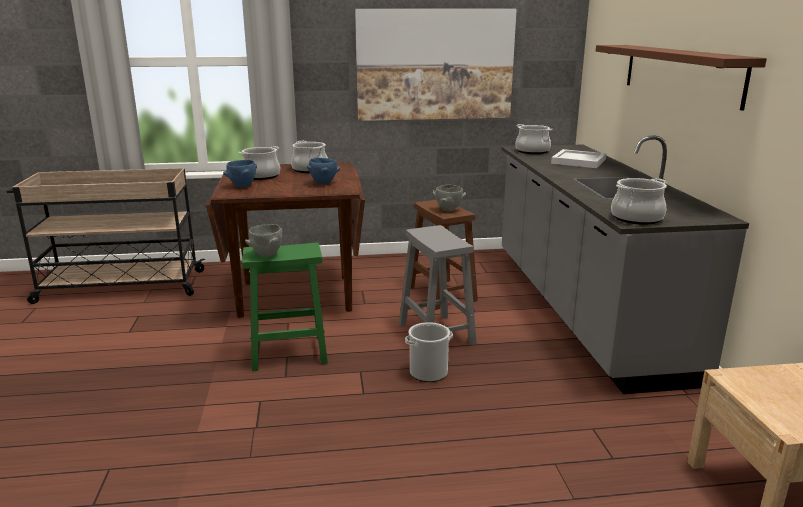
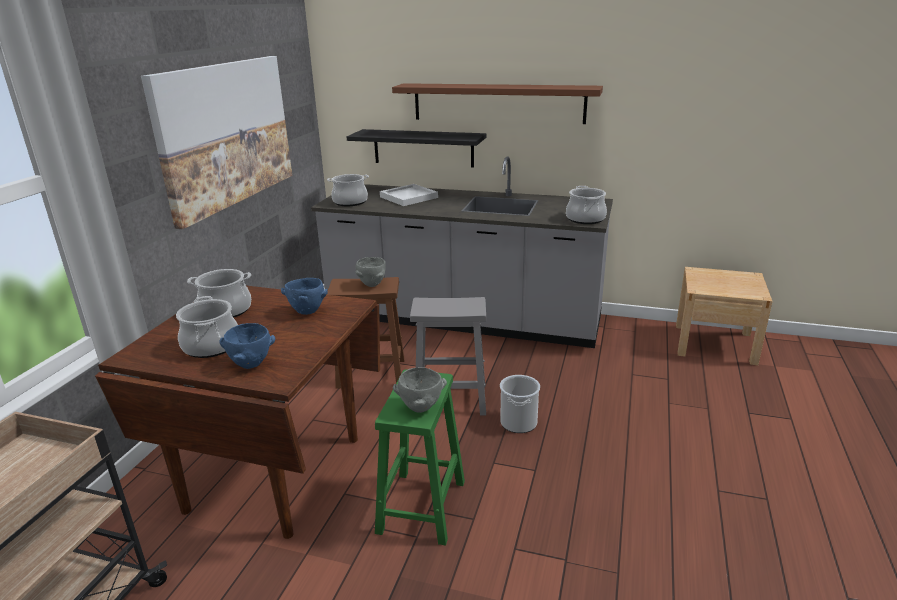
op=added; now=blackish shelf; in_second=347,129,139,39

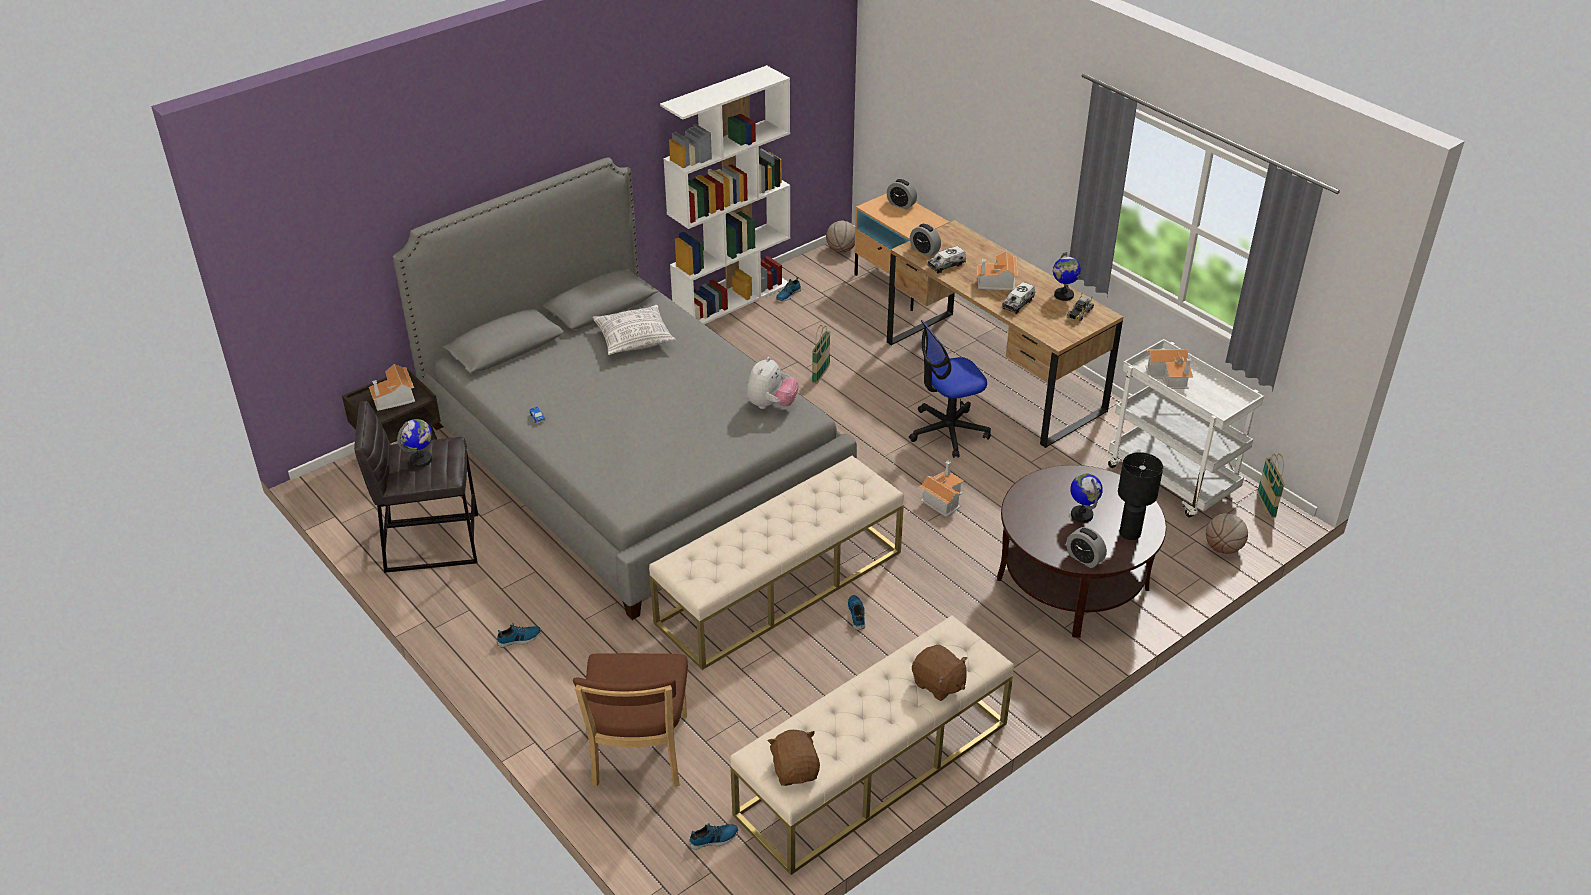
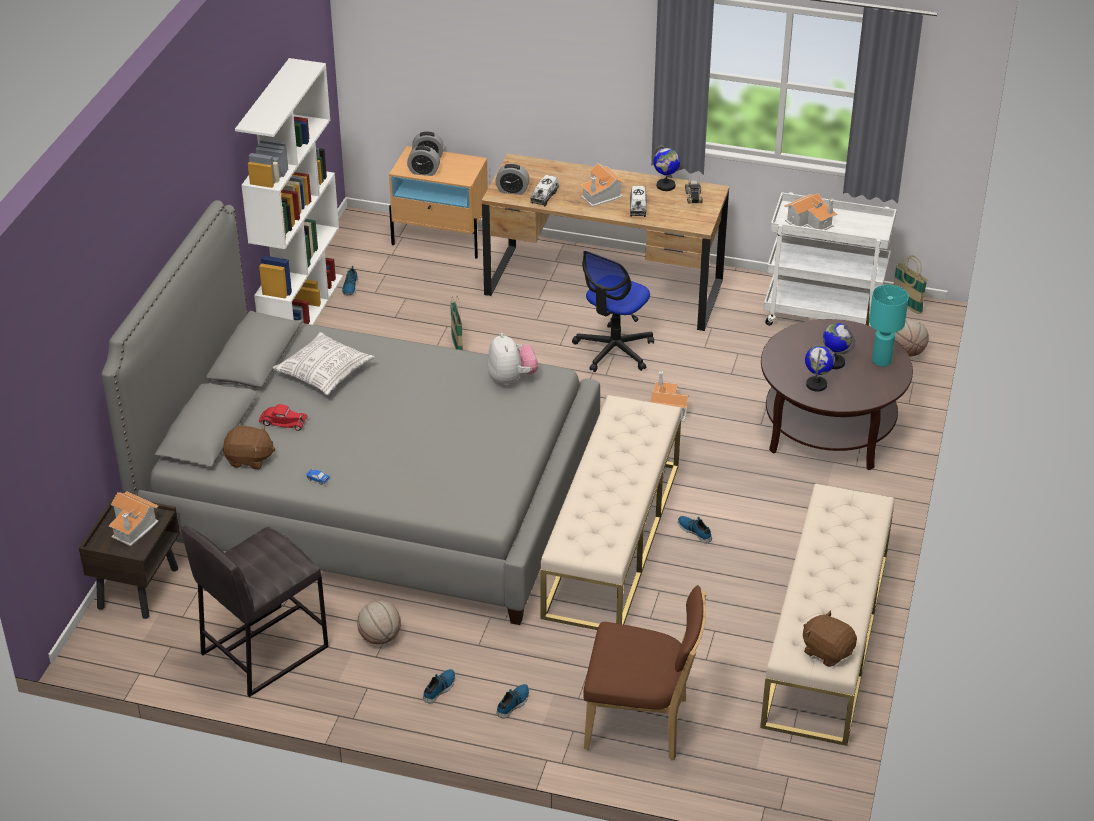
op=moved; was=ball for basketball; in_first=826,221,29,32; in_second=357,600,44,45
op=moved; was=world globe; in_first=397,419,35,48; in_second=805,345,30,47
op=recoloured; was=blackish lamp for a table; now=turquoise-coloured lamp for a table; in_first=1118,452,45,88; in_second=869,285,40,82
op=moved; was=table clock; in_first=1066,527,41,41; in_second=407,146,33,30
op=moved; was=brown plush toy; in_first=912,645,55,56; in_second=223,425,53,44
op=turned; was=brown upright chair; in_first=573,653,115,134; in_second=583,585,123,175; clockwise=-45
op=moved; was=item of footwear; in_first=689,823,49,27; in_second=496,684,33,35
op=added; now=reddish model car; in_second=259,404,49,27

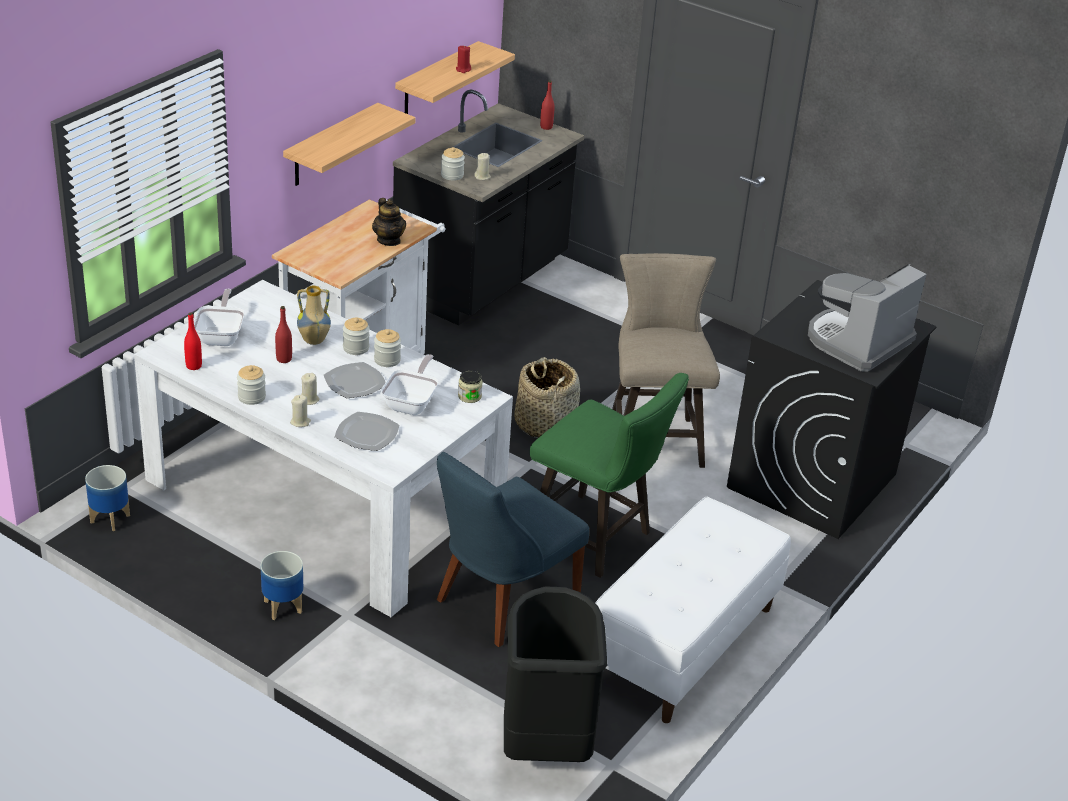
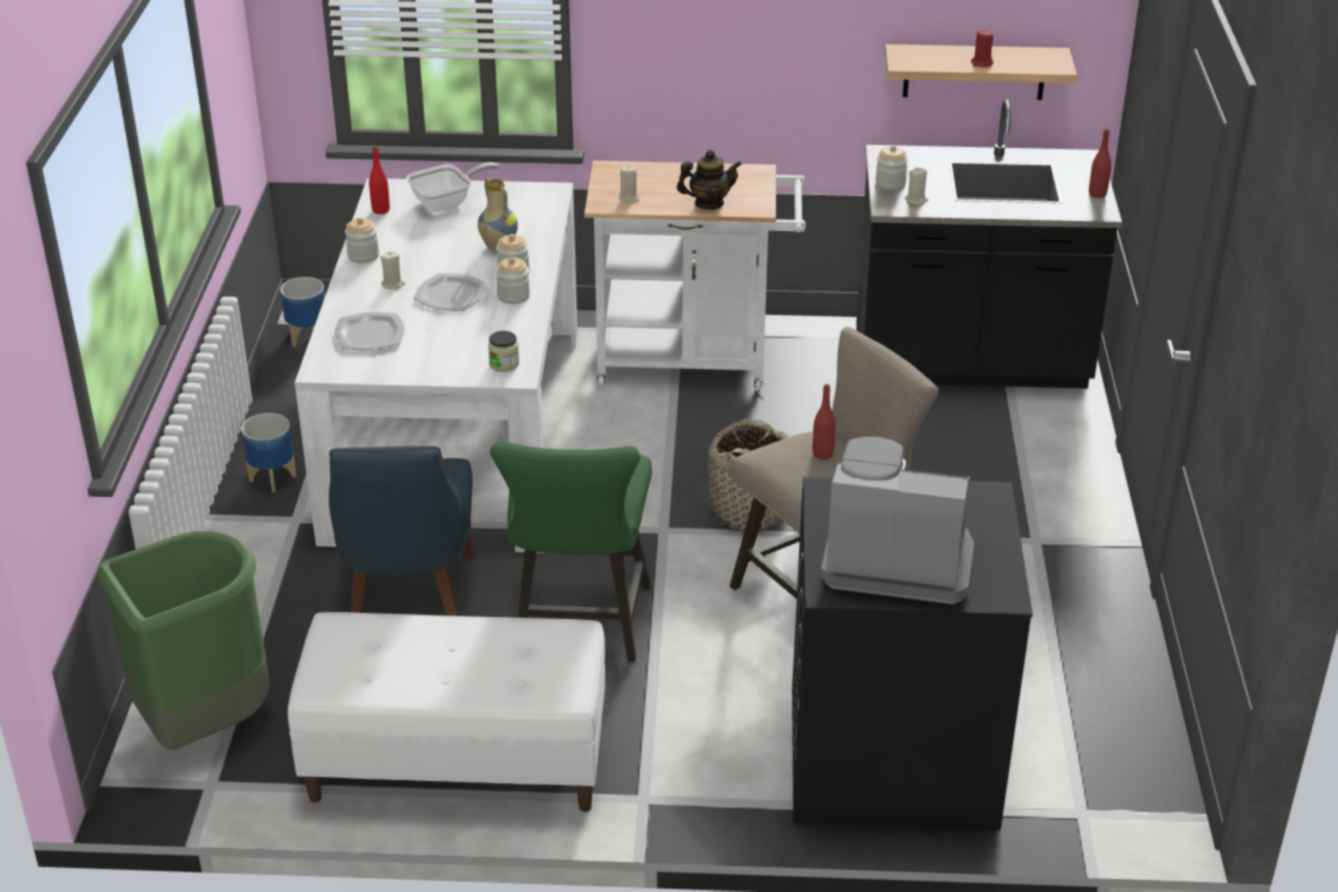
op=removed; was=shelf; in_first=283,103,133,83
op=turned; was=pot for tea; in_first=372,198,34,48; in_second=677,149,65,61; clockwise=-135
op=moved; was=reddish beverage bottle; in_first=275,306,17,57; in_second=813,384,23,75
op=removed; was=skillet; in_first=381,354,58,61
op=moved; was=beige-coloured candle; in_first=290,395,21,32; in_second=619,166,20,37
op=turned; was=blue-coloured upright chair; in_first=437,452,152,195; in_second=329,446,143,170; clockwise=-105
op=recoloured; was=blackish trash can; now=green-coloured trash can; in_first=504,586,103,176; in_second=97,531,173,219

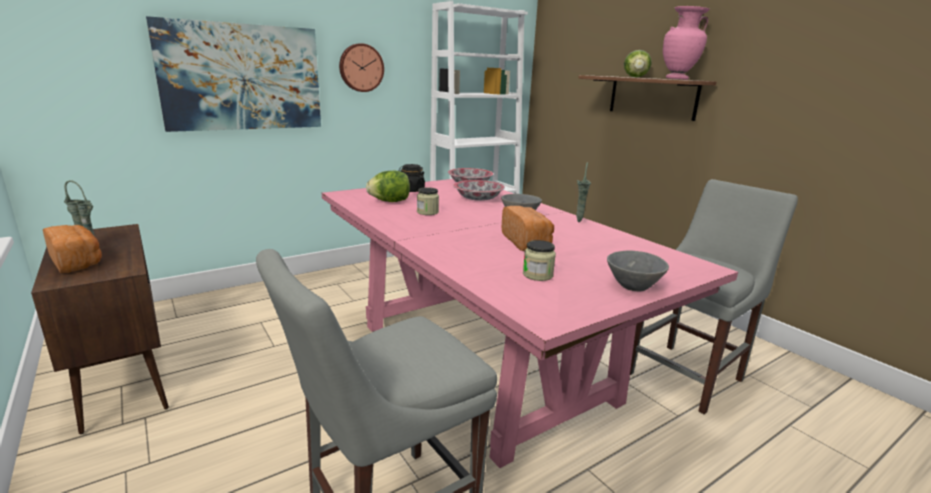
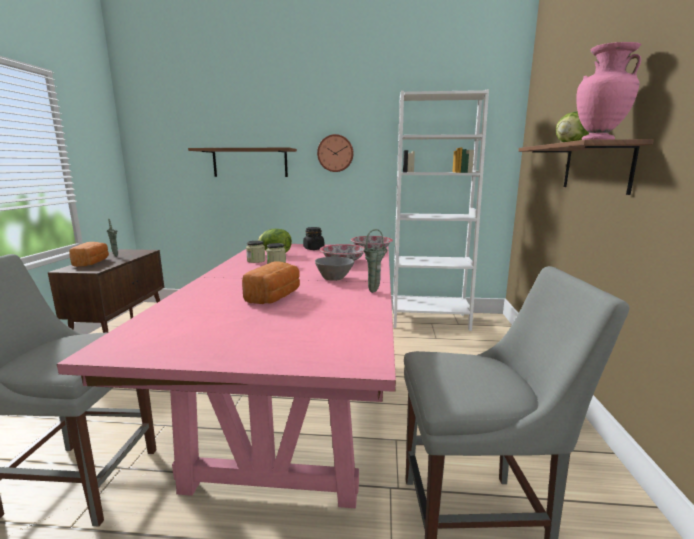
op=replaced; was=wall art; now=shelf; in_first=146,16,175,116; in_second=188,148,109,29
op=moved; was=jar; in_first=523,240,33,41; in_second=246,241,19,22
op=removed; was=greyish bowl; in_first=607,251,62,41

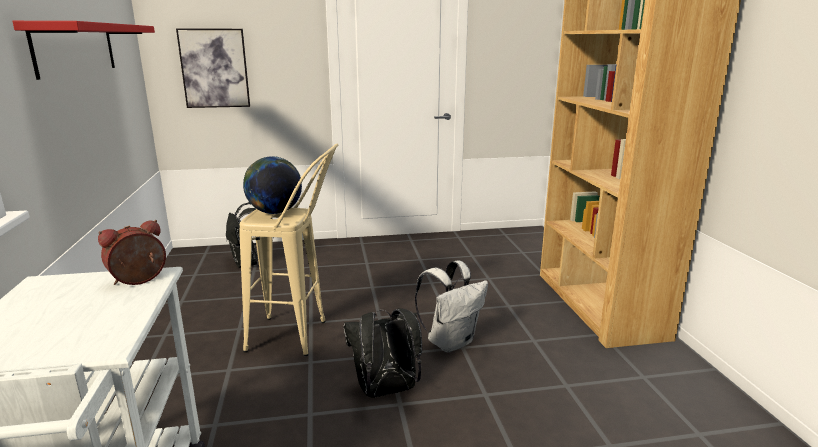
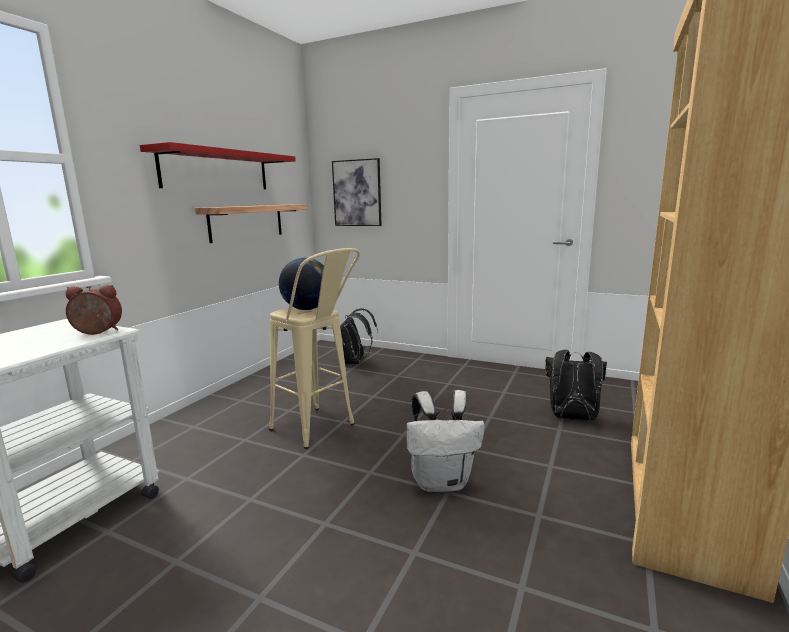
op=moved; was=blackish knapsack; in_first=344,308,78,90; in_second=545,350,62,71
op=added; now=shelf; in_second=195,204,112,39

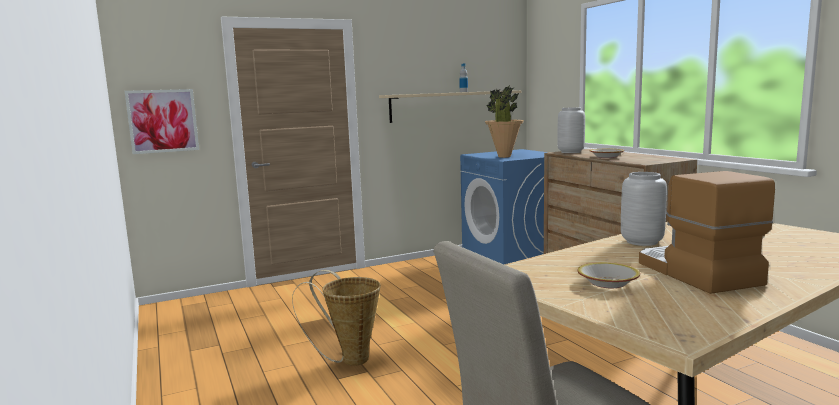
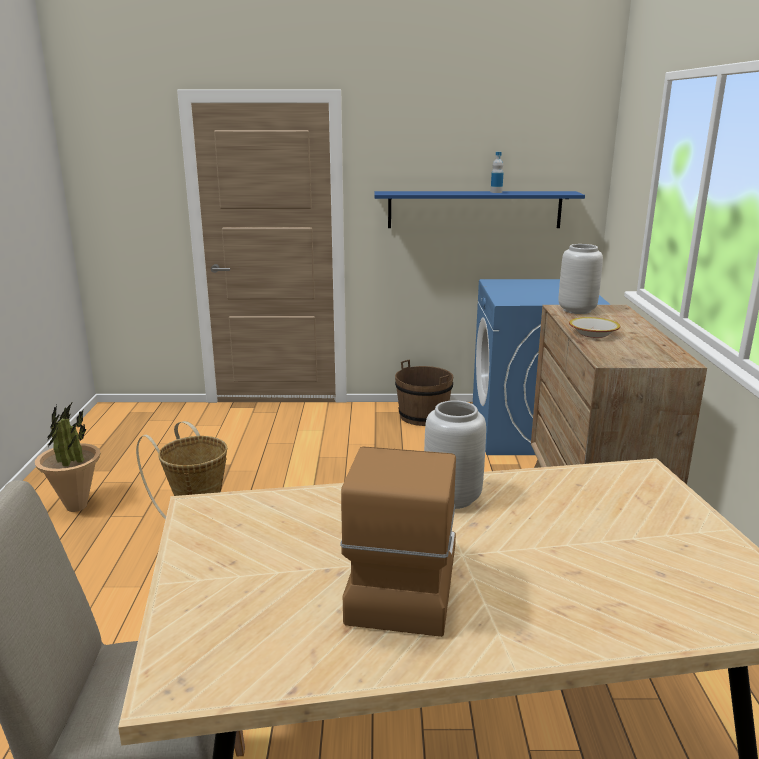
op=moved; was=houseplant; in_first=485,85,39,73; in_second=35,401,66,111
op=removed; was=wall art; in_first=125,89,74,65
op=recoloured; was=beige-coloured shelf; now=blue-coloured shelf; in_first=379,90,142,33; in_second=374,191,211,37
op=removed; was=bowl; in_first=577,262,63,26
op=added; now=brown pail; in_second=395,360,58,66

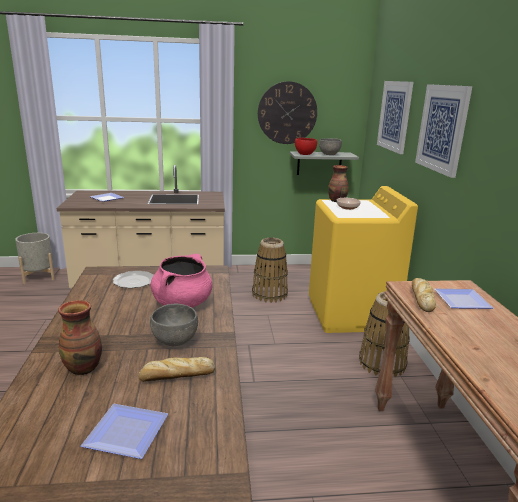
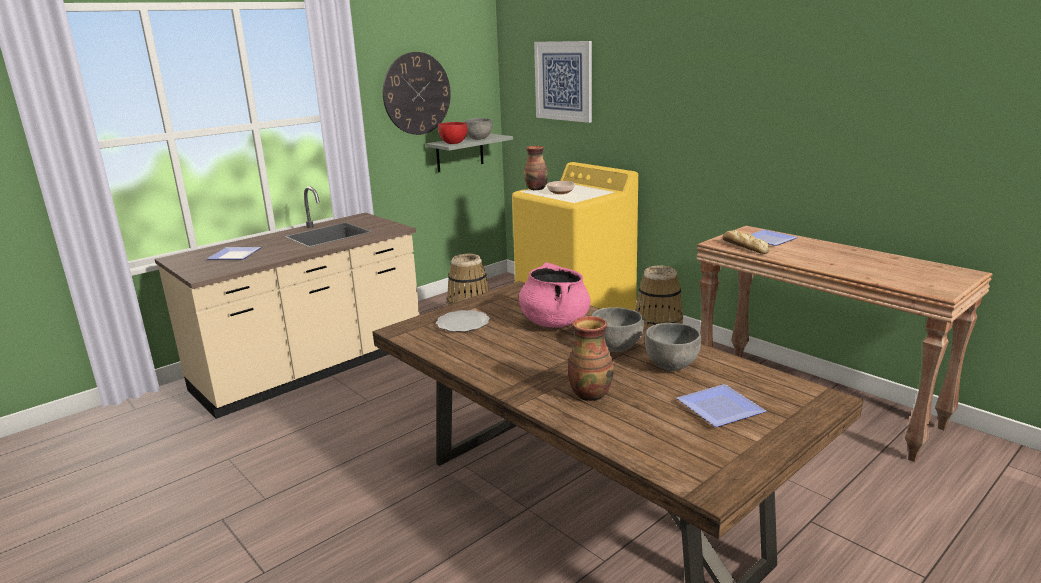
op=removed; was=wall art; in_first=415,84,57,94
op=removed; was=greyish plant pot; in_first=15,233,40,51
op=replaced; was=bakery bread; now=greyish bowl; in_first=139,357,76,25; in_second=645,323,56,48

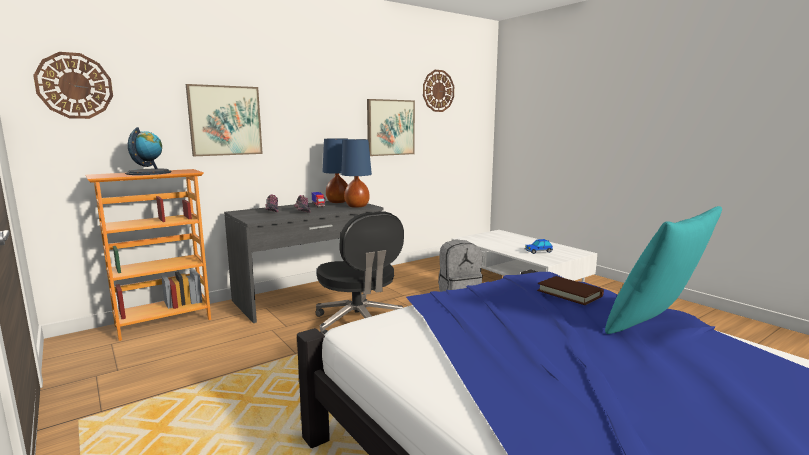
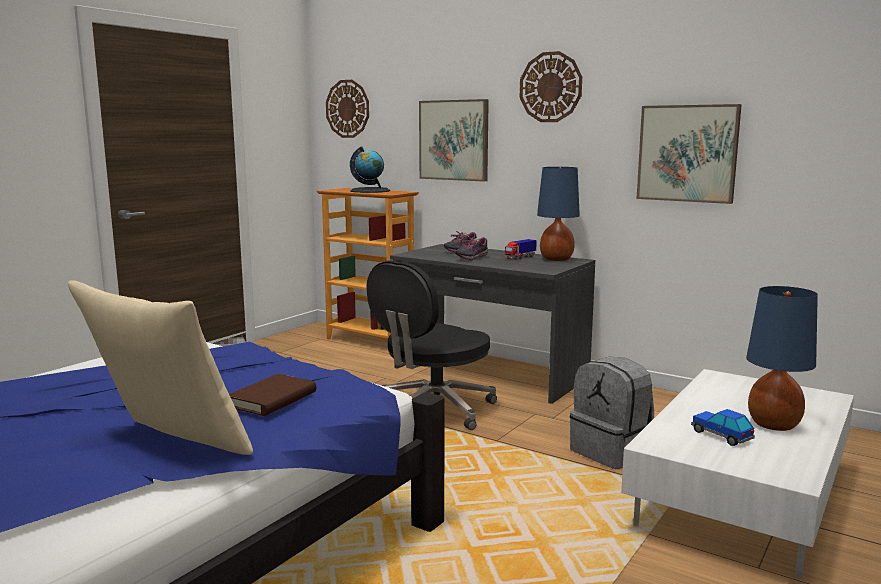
op=moved; was=hanging clock; in_first=423,70,31,42; in_second=520,51,62,71
op=moved; was=blue-coloured lamp for a table; in_first=341,139,31,69; in_second=746,286,72,145
op=recoloured; was=turquoise-coloured pillow; now=beige-coloured pillow; in_first=605,206,117,128; in_second=68,280,185,175

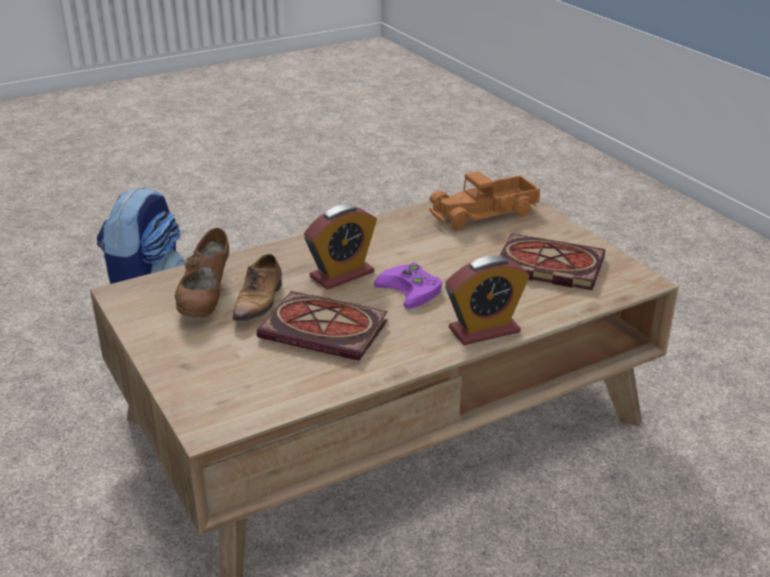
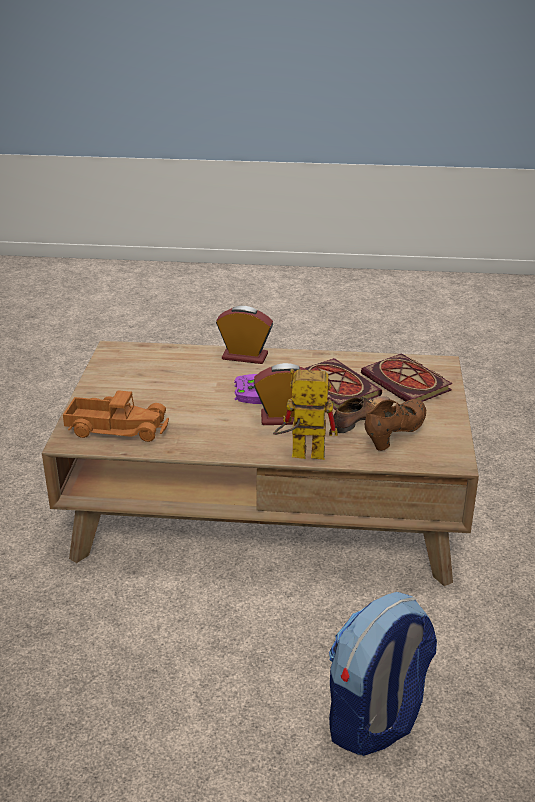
op=moved; was=bound book; in_first=499,233,106,57; in_second=361,353,91,49
op=added; now=robot figure; in_second=273,369,65,91

